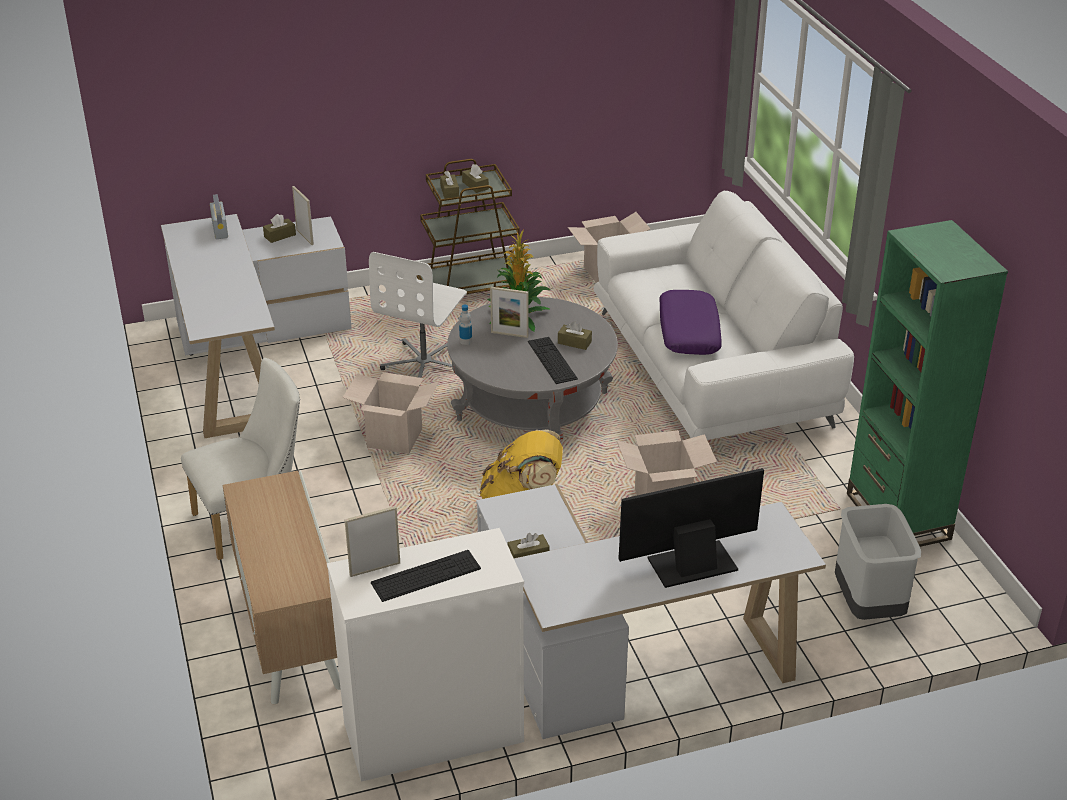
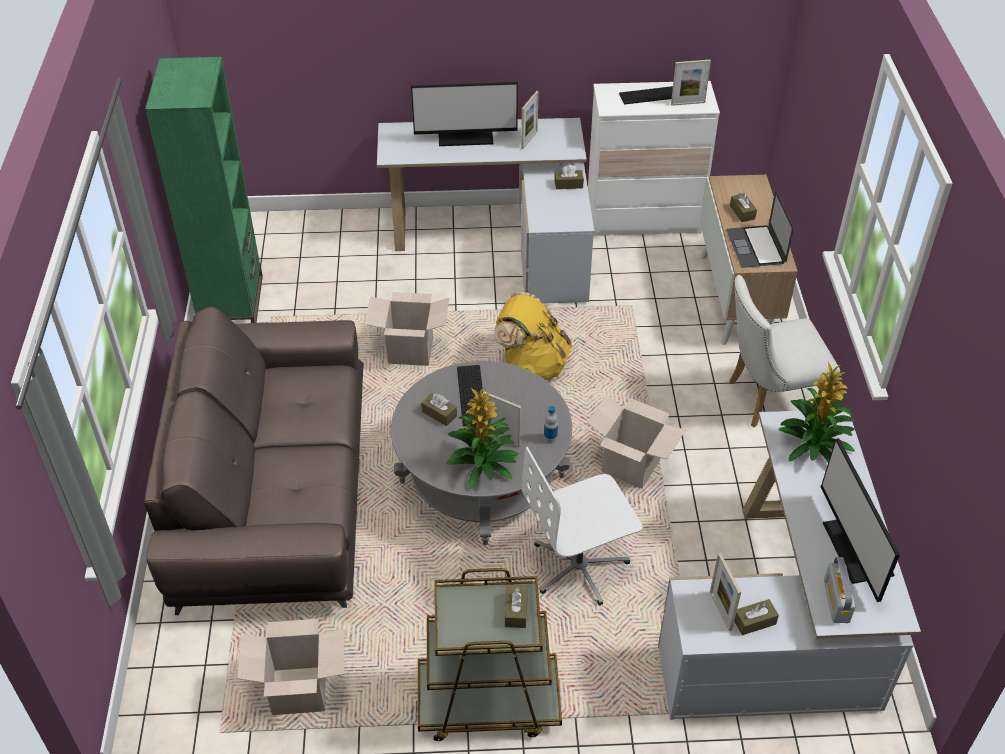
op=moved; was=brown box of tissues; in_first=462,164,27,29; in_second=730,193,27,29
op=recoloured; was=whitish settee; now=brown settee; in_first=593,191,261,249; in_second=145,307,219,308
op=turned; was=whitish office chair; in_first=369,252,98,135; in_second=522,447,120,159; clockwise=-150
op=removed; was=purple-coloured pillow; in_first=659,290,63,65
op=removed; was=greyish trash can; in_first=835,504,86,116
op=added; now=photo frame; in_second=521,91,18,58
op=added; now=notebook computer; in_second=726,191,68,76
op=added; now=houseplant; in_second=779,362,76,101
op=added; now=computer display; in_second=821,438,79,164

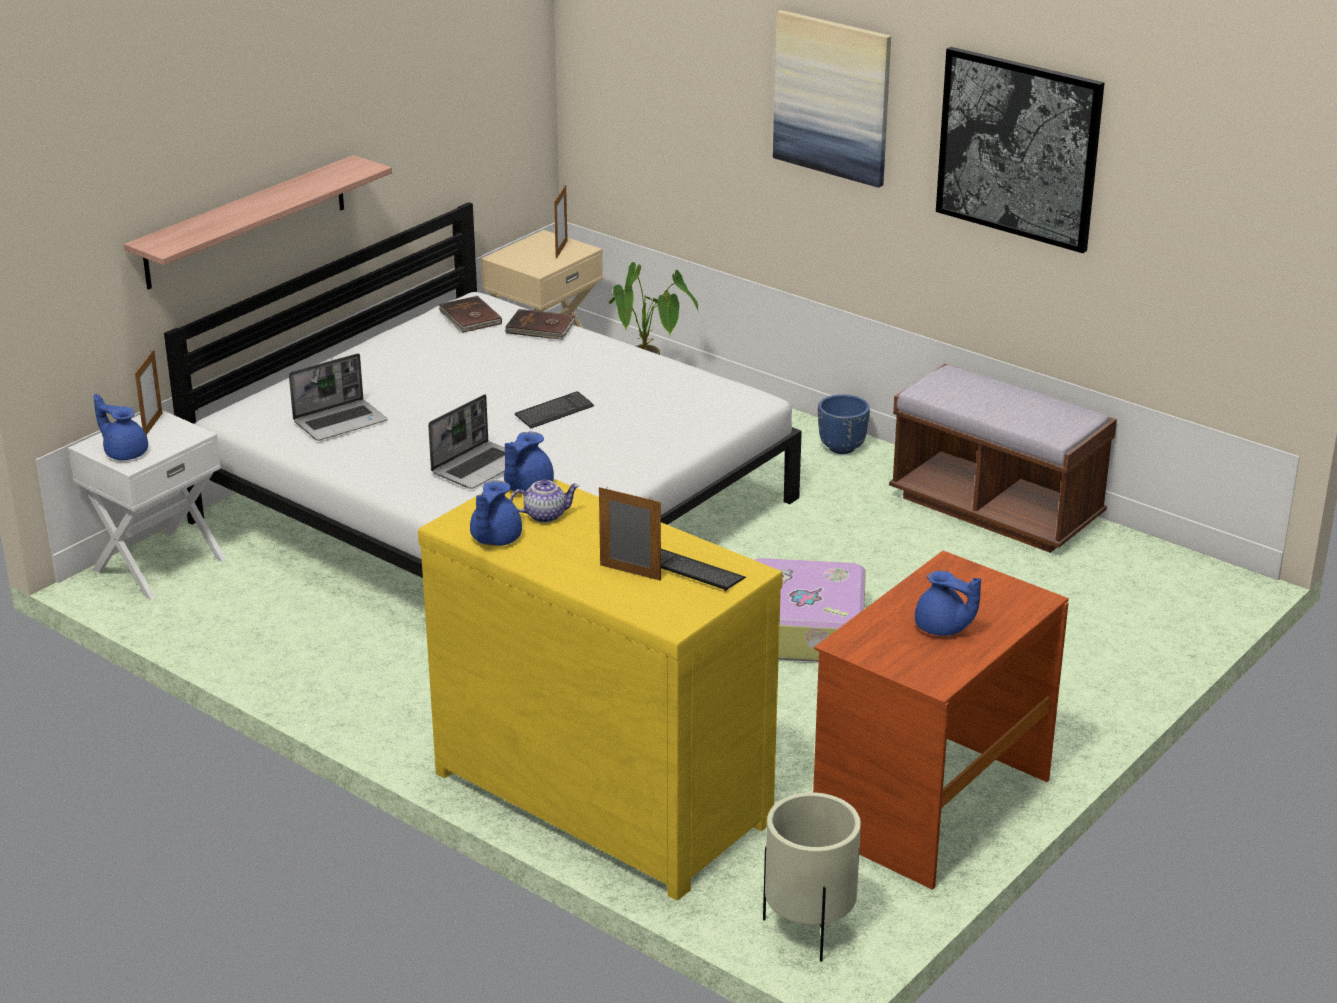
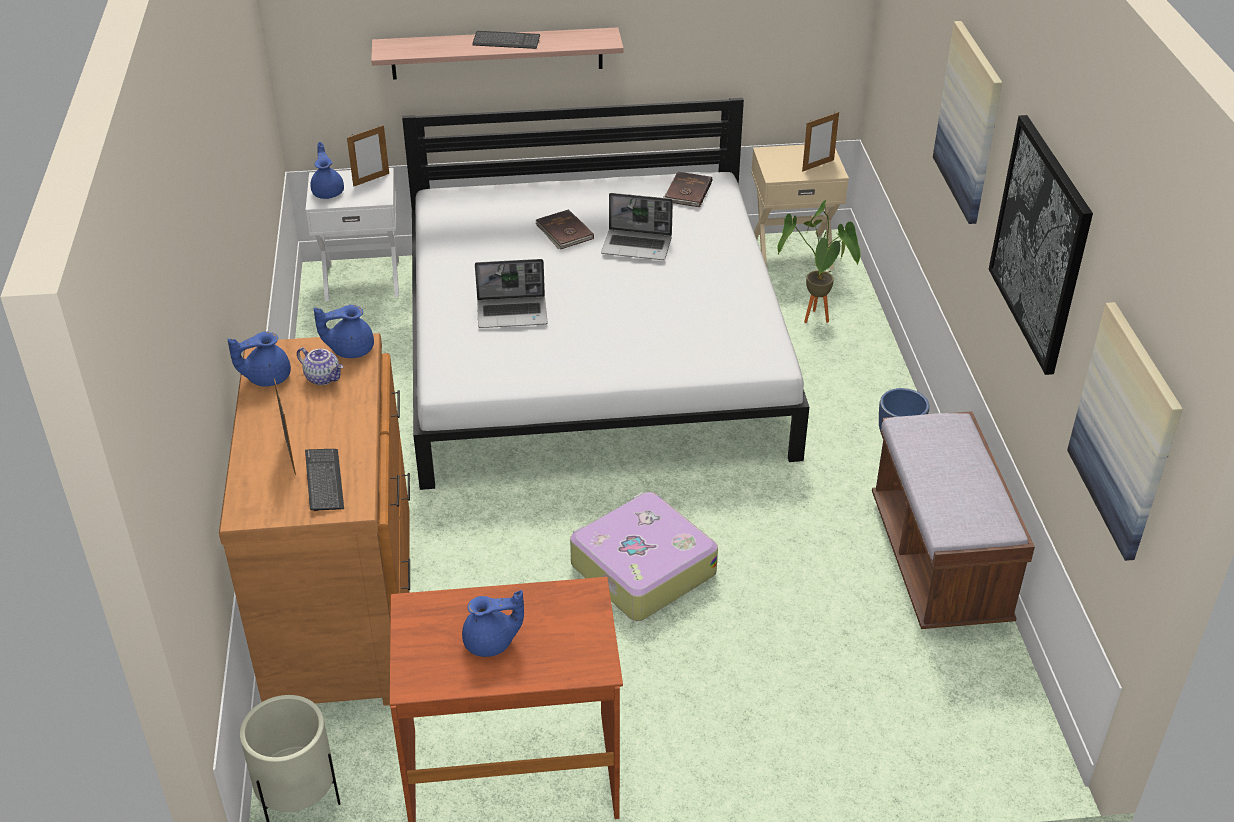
op=moved; was=brown bound book; in_first=505,309,70,31; in_second=536,209,58,40
op=moved; was=notebook computer; in_first=289,353,99,88; in_second=601,193,72,67
op=moved; was=PC keyboard; in_first=515,391,79,37; in_second=472,31,68,18
op=recoloured; was=yellowish dresser; now=brown dresser; in_first=418,479,365,421; in_second=219,333,191,373
op=turned; was=blue-coloured pot for tea; in_first=915,571,66,65; in_second=462,590,62,67; clockwise=-90
op=added; now=wall art; in_second=1067,302,116,259

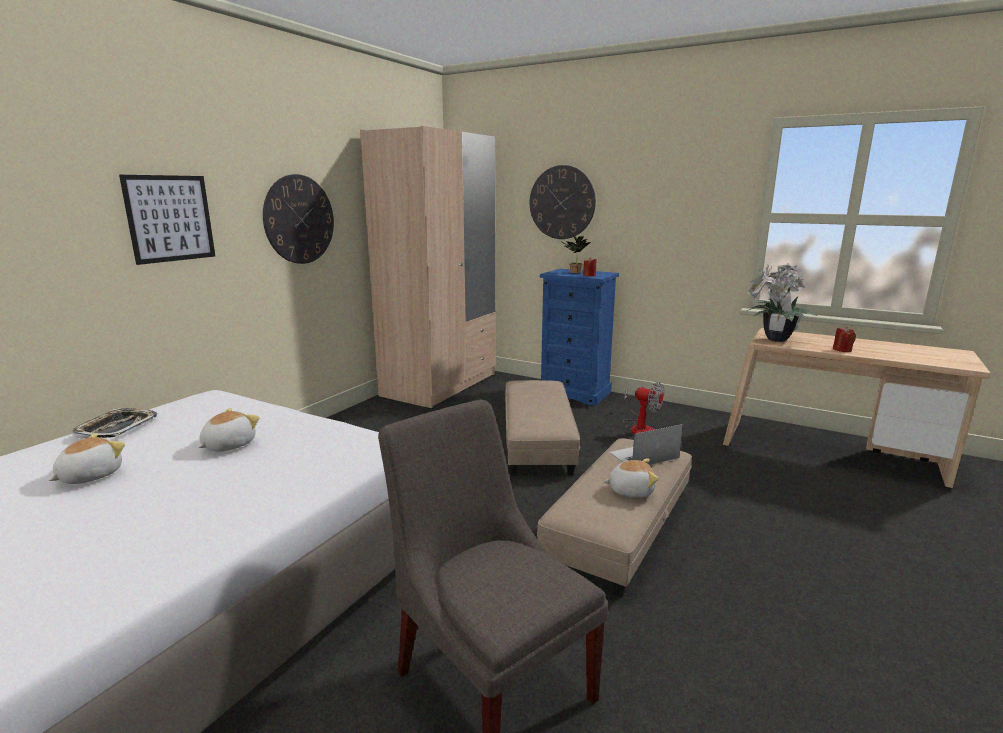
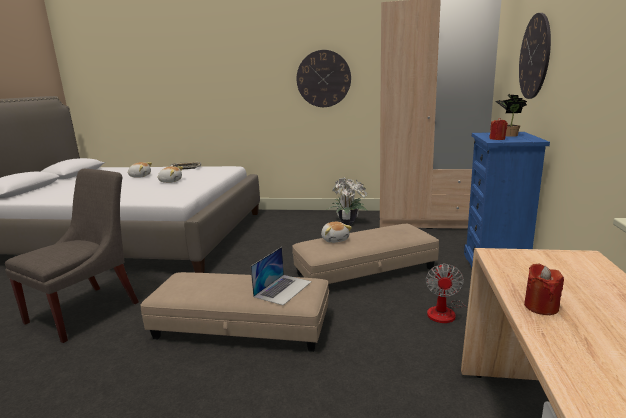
op=removed; was=wall art; in_first=119,175,96,90
op=moved; was=houseplant; in_first=746,263,72,79; in_second=326,177,41,48
op=turned; was=notebook computer; in_first=609,424,74,41; in_second=251,247,61,58; clockwise=75
op=moved; was=plush toy; in_first=603,458,56,40; in_second=321,222,31,21

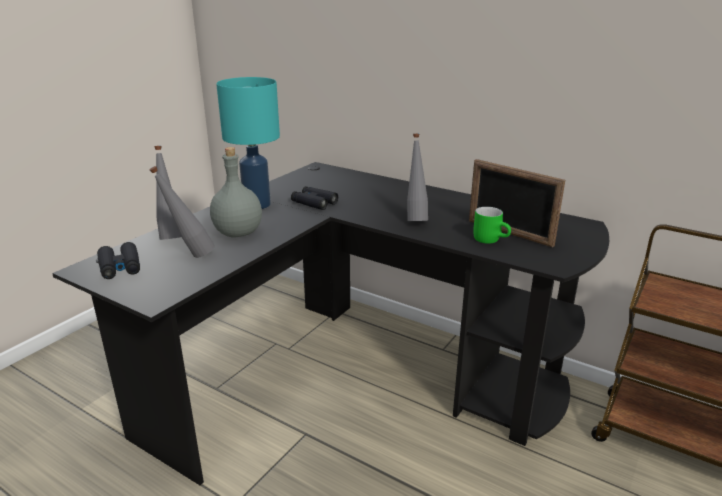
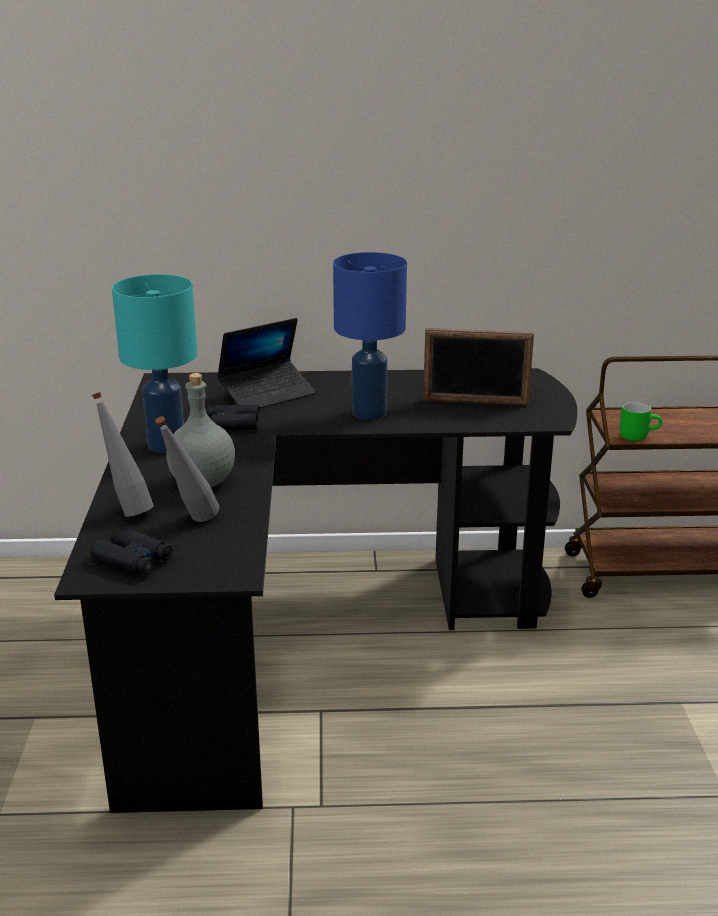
op=replaced; was=greyish beverage bottle; now=blue-coloured lamp for a table; in_first=407,134,21,87; in_second=333,252,74,168
op=moved; was=green-coloured mug; in_first=473,207,38,37; in_second=620,402,42,39
op=added; now=notebook computer; in_second=217,318,98,90

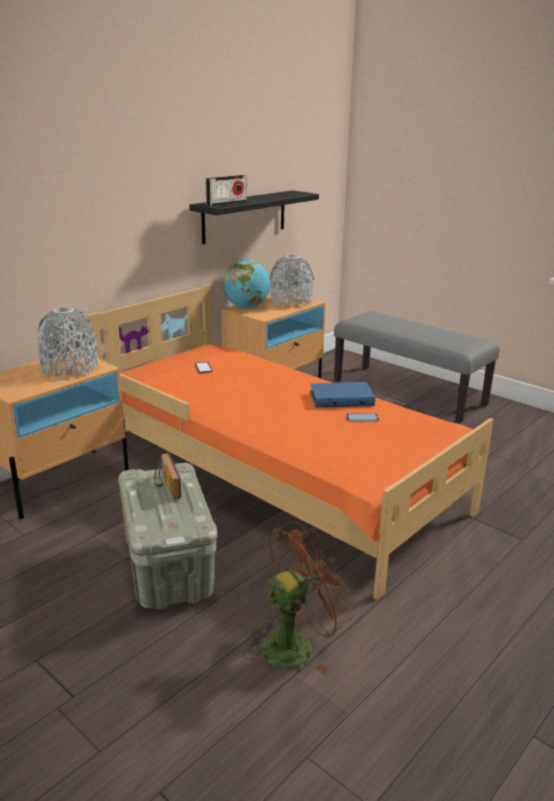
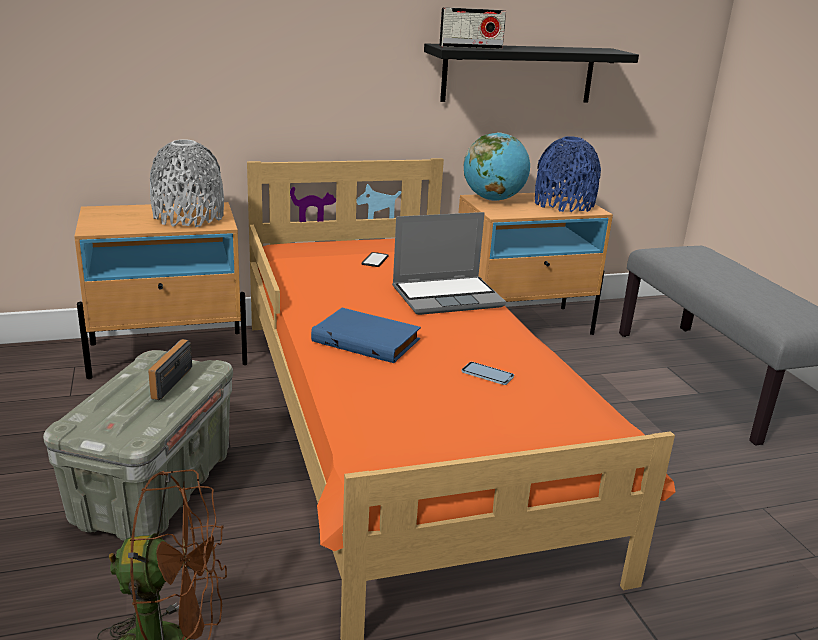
op=recoloured; was=greyish decorative vase; now=blue-coloured decorative vase; in_first=270,255,44,52; in_second=535,136,66,76
op=moved; was=blue-coloured bound book; in_first=310,382,65,26; in_second=311,308,110,55
op=added; now=notebook computer; in_second=392,212,114,103

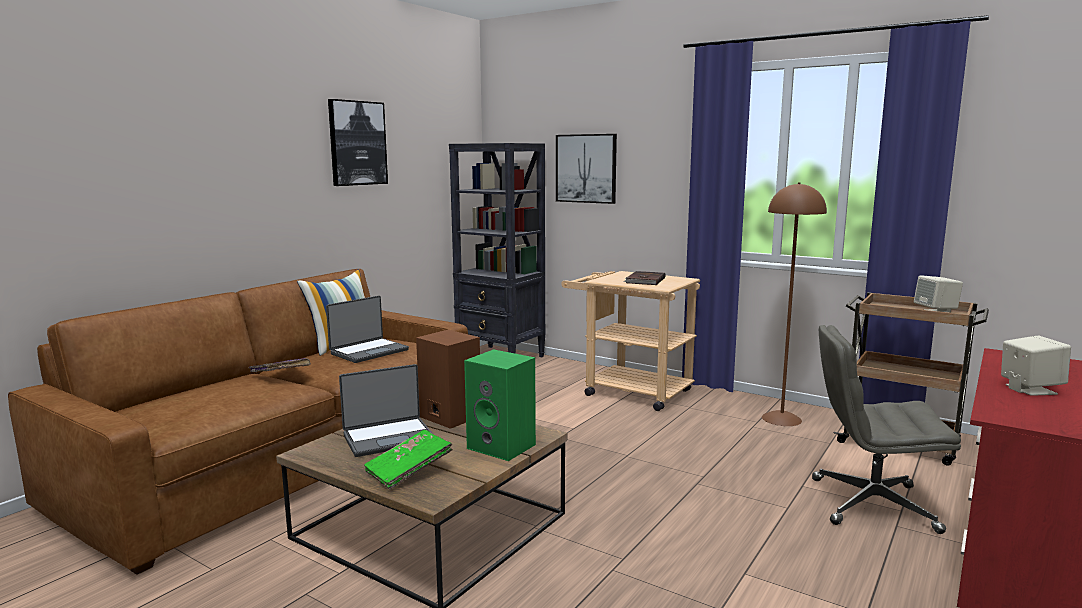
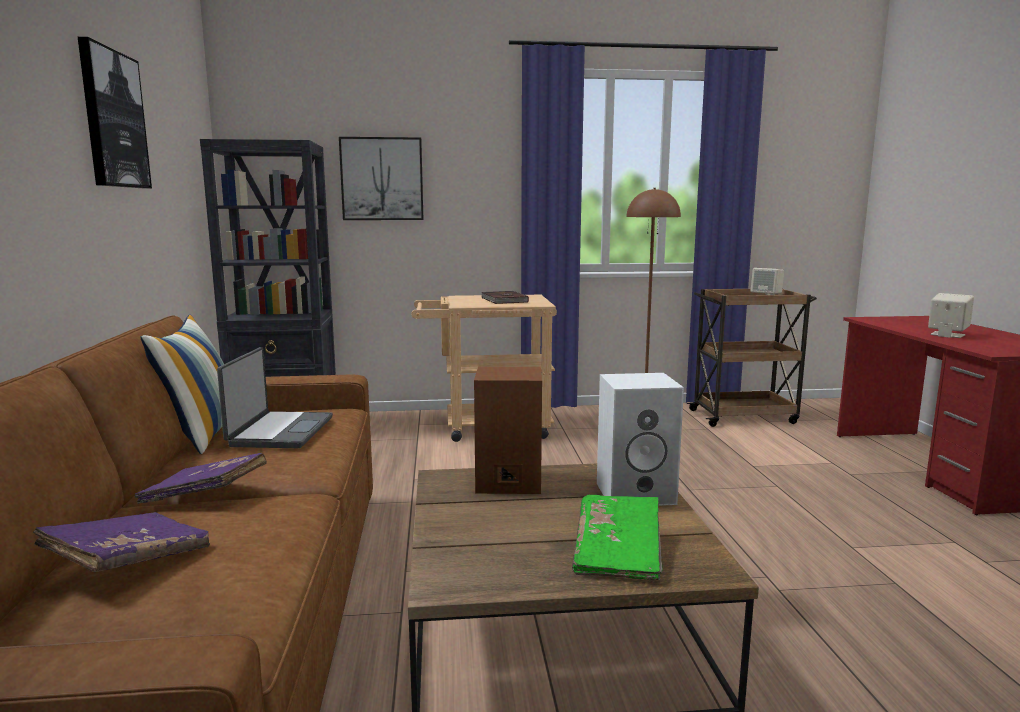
op=removed; was=greyish office chair; in_first=812,325,149,209
op=recoloured; was=green-coloured loudspeaker; now=whitish loudspeaker; in_first=464,349,72,112; in_second=597,373,87,133
op=removed; was=notebook computer; in_first=339,364,94,93
op=added; now=purple-coloured bound book; in_second=33,512,177,60

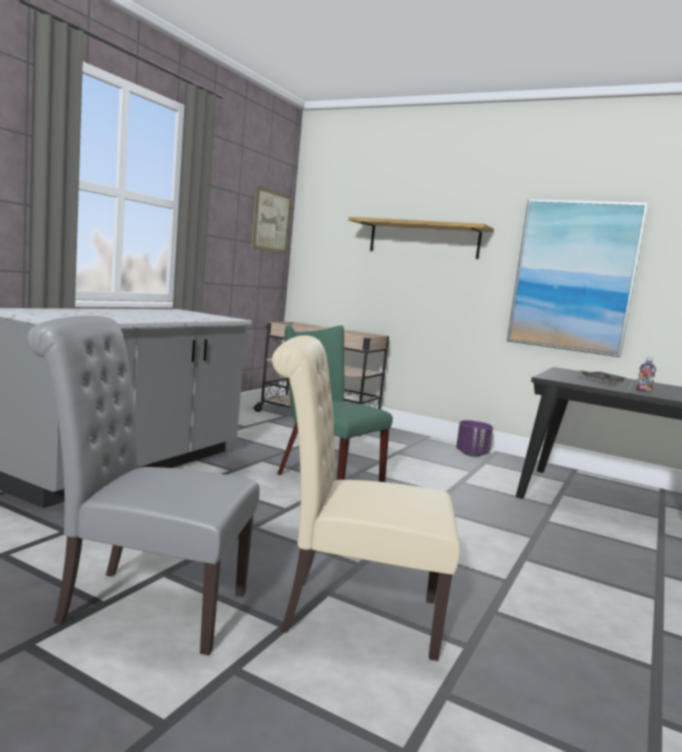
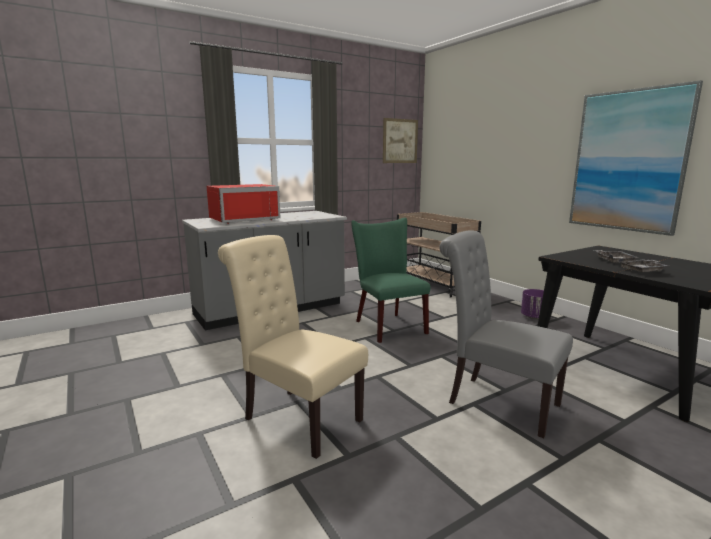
op=removed; was=shelf; in_first=348,217,146,42
op=moved; was=greyish upright chair; in_first=27,316,233,339; in_second=439,230,134,208
op=replaced; was=beverage bottle; now=greyish serving tray; in_first=636,357,20,35; in_second=618,258,51,14
op=added; now=reddish microwave; in_second=207,184,74,40

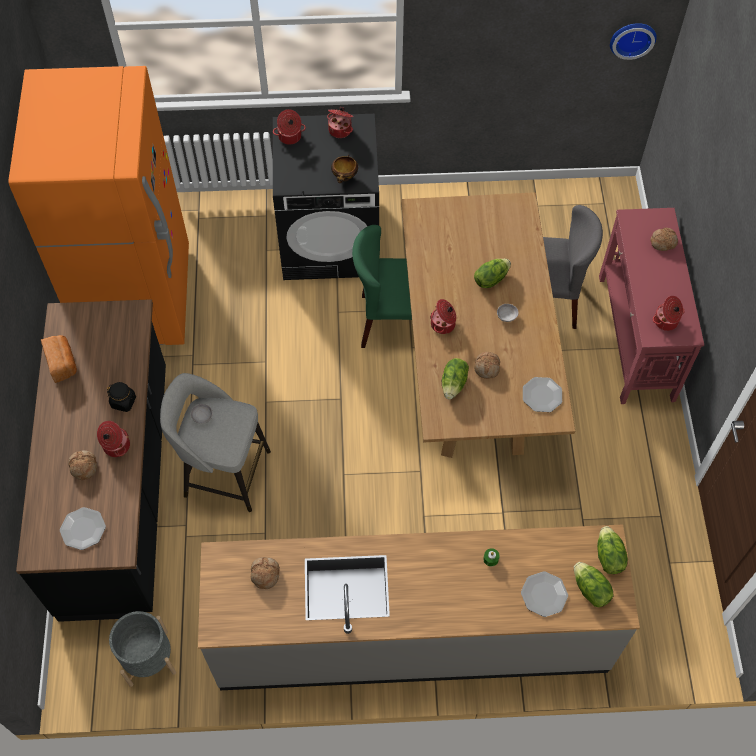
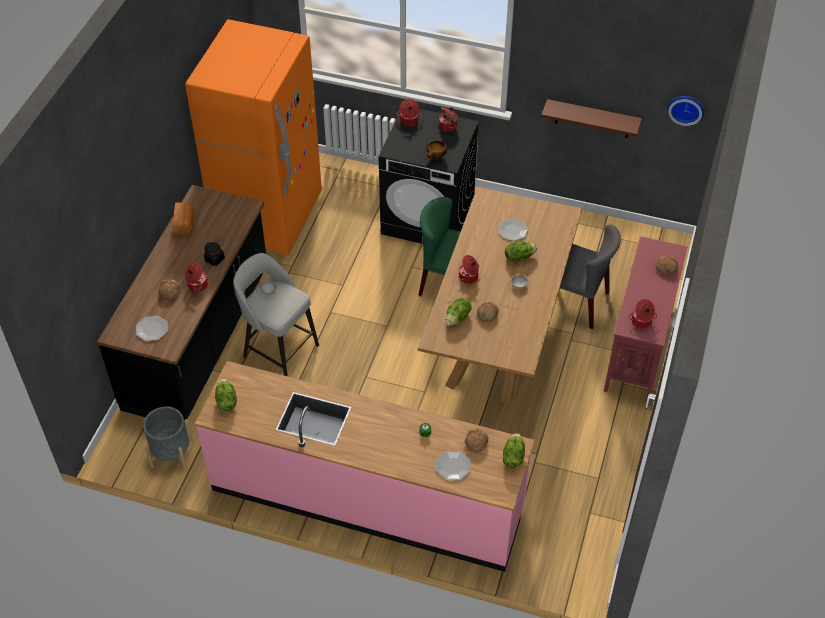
op=moved; was=flat dish; in_first=523,377,39,35; in_second=498,219,30,22
op=recoloured; was=greyish kitchen base unit; now=pink-coloured kitchen base unit; in_first=198,525,442,165; in_second=195,361,340,211
op=moved; was=bakery bread; in_first=251,557,29,32; in_second=465,429,23,23
op=moved; was=lettuce head; in_first=574,562,40,45; in_second=215,378,22,34
op=added; now=brown shelf; in_second=541,99,101,39

